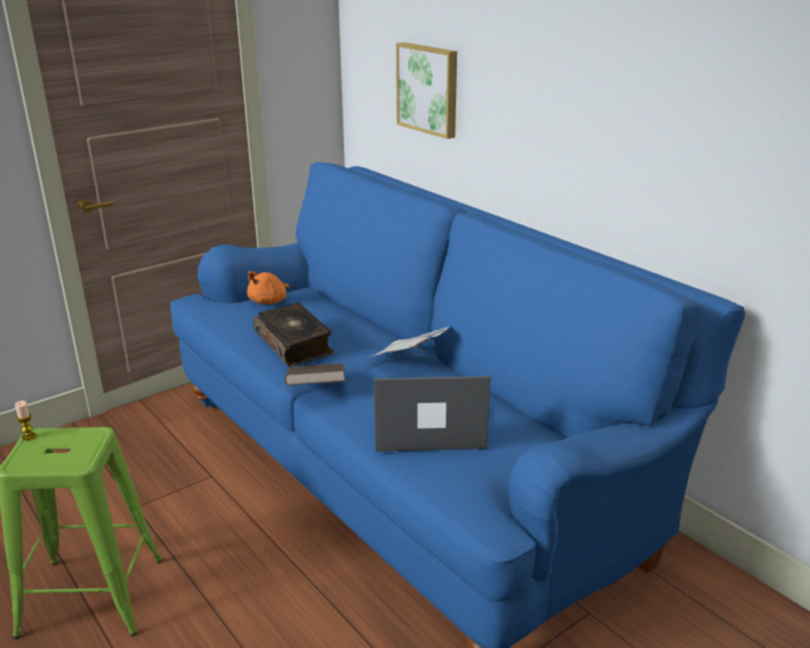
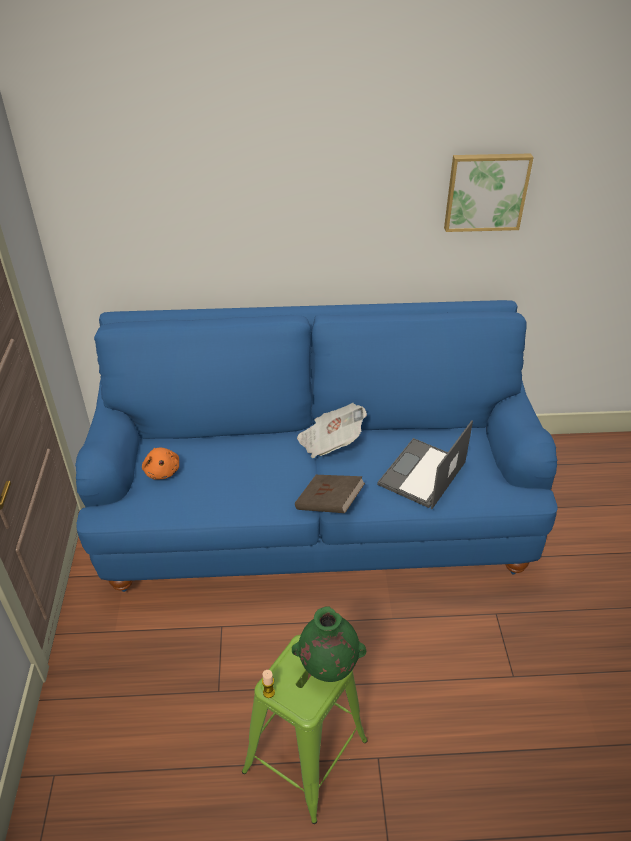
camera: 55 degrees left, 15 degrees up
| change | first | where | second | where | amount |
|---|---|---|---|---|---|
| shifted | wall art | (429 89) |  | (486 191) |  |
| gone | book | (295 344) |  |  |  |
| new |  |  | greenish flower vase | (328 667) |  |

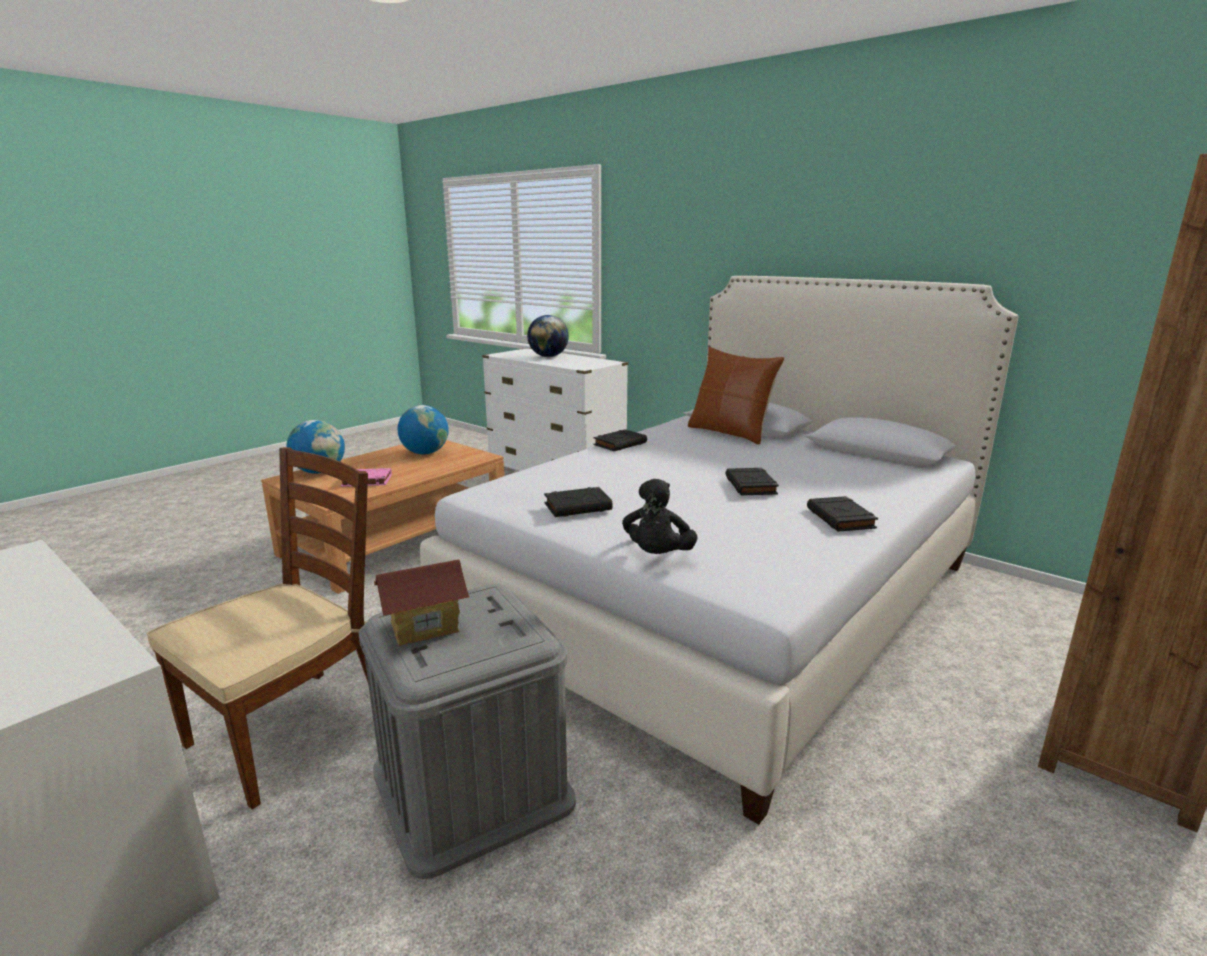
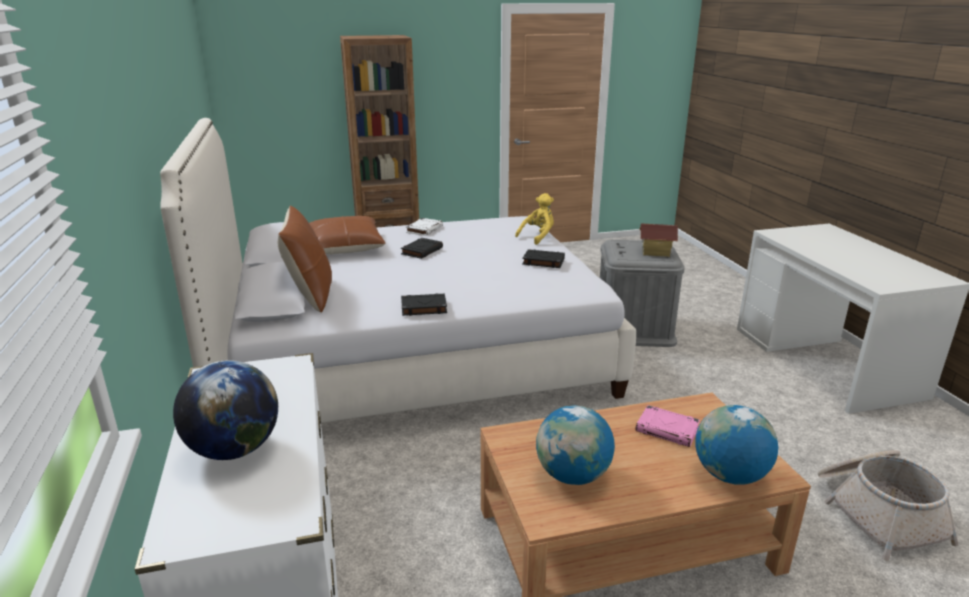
camera: 145 degrees left, 5 degrees up
| change | first | where | second | where | amount |
|---|---|---|---|---|---|
| gone | brownish chair | (292 731) |  |  |  |
| repainted | black plush toy | (657 556) | yellow plush toy | (538 236) |  |
| repainted | black book | (841 519) | white book | (424 229) |  |
| new |  |  | brownish cushion | (345 247) |  |
| new |  |  | storage basket | (877 512) |  |

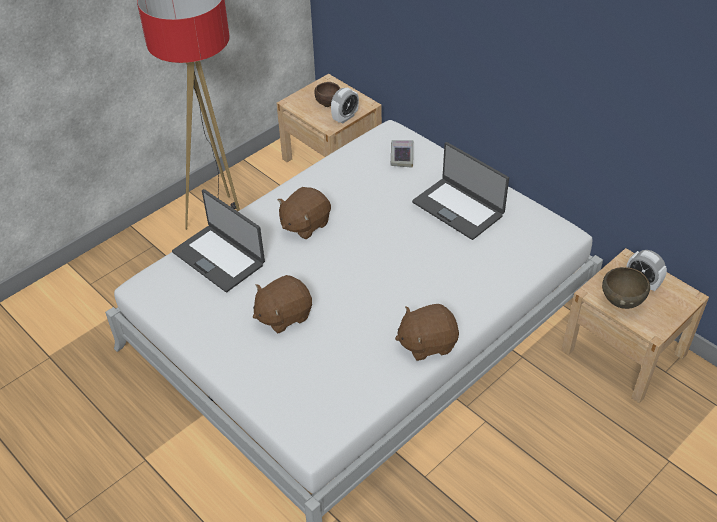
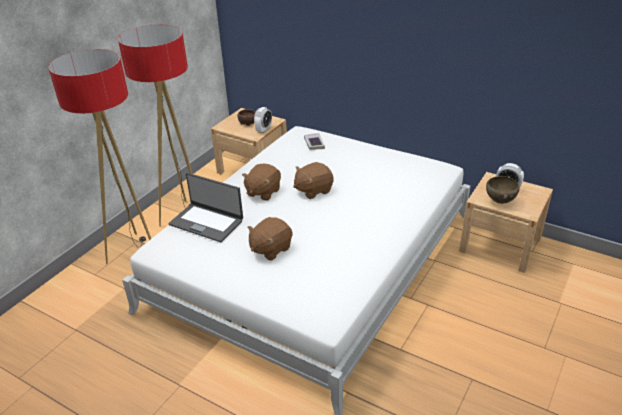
camera: 15 degrees left, 10 degrees down
| change | first | where | second | where | amount |
|---|---|---|---|---|---|
| gone | notebook computer | (458 208) |  |  |  |
| shifted | brownish plush toy | (427 343) |  | (313 190) |  |
| new |  |  | standing lamp | (133 251) |  |

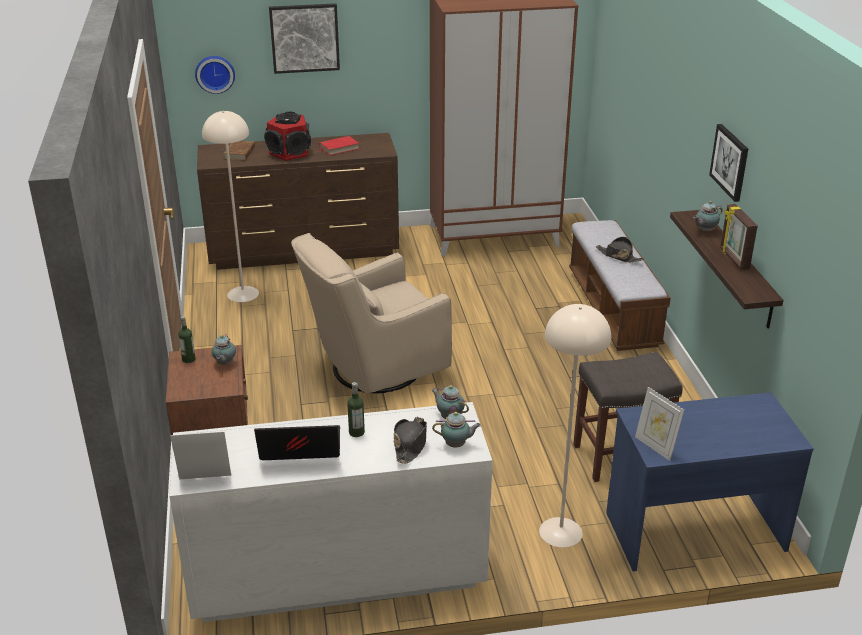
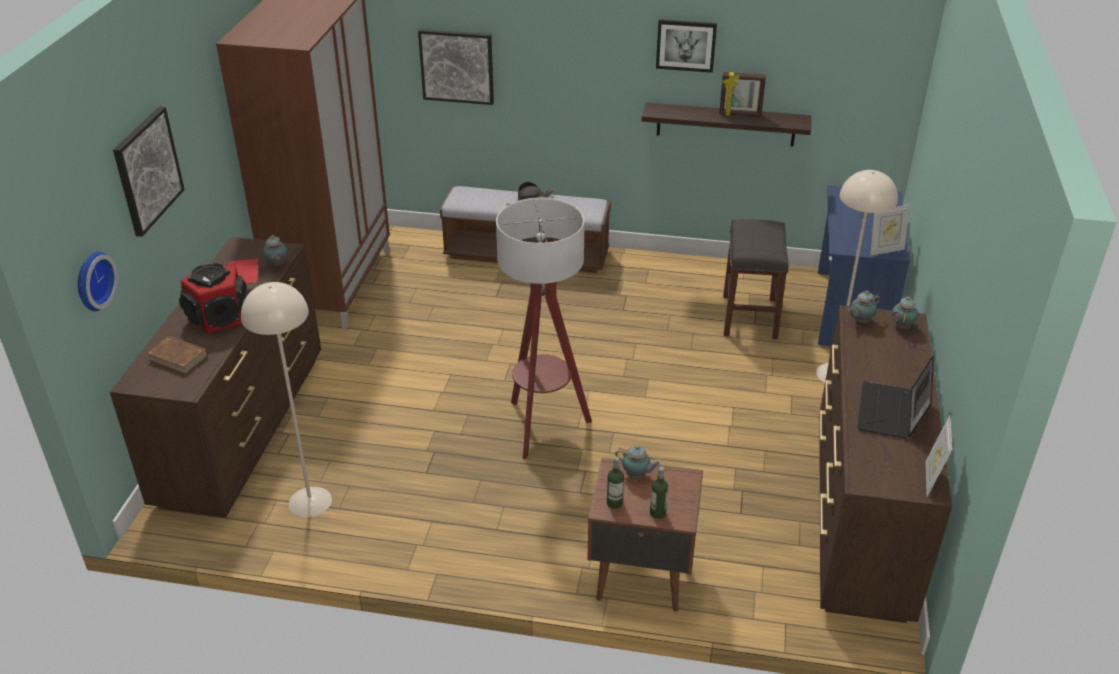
camera: 70 degrees left, 5 degrees up
| change | first | where | second | where | amount |
|---|---|---|---|---|---|
| shifted | tea pot | (704 231) |  | (277 265) |  |
| swapped | sand-coloured lounge chair | (373 369) | standing lamp | (542 426) |  |
| shifted | drink bottle | (356 432) |  | (657 513) |  |
| repainted | white drawer chest | (336 575) | brownish drawer chest | (860 517) |  |
| gone | black wearable hat | (410 444) |  |  |  |
| new |  |  | wall art | (457 66) |  |

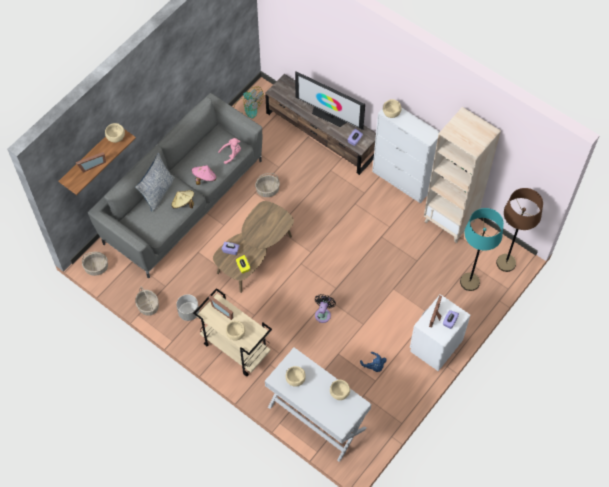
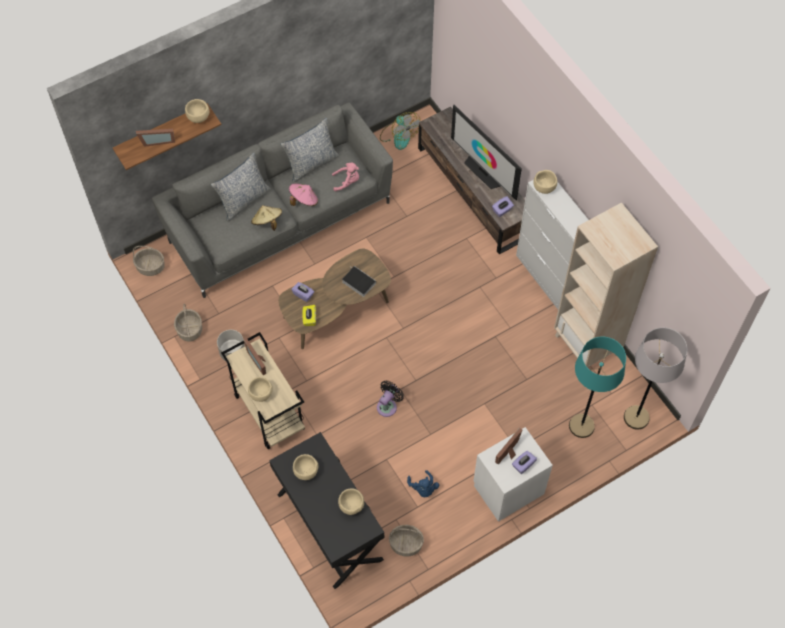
camera: 20 degrees right, 0 degrees up
| change | first | where | second | where | amount |
|---|---|---|---|---|---|
| shifted | storage basket | (267 190) |  | (405 544) |  |
| repainted | brownish standing lamp | (506 263) | gray standing lamp | (636 417) |  |
| repainted | white hall table | (316 418) | black hall table | (329 527) |  |
| new |  |  | cushion | (311 164) |  |
| new |  |  | book | (358 282) |  |

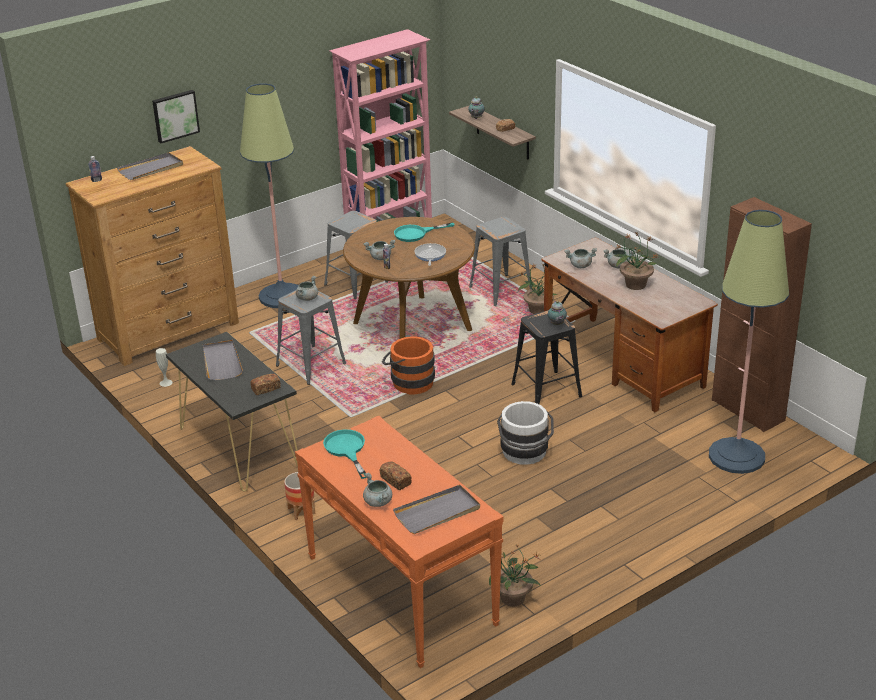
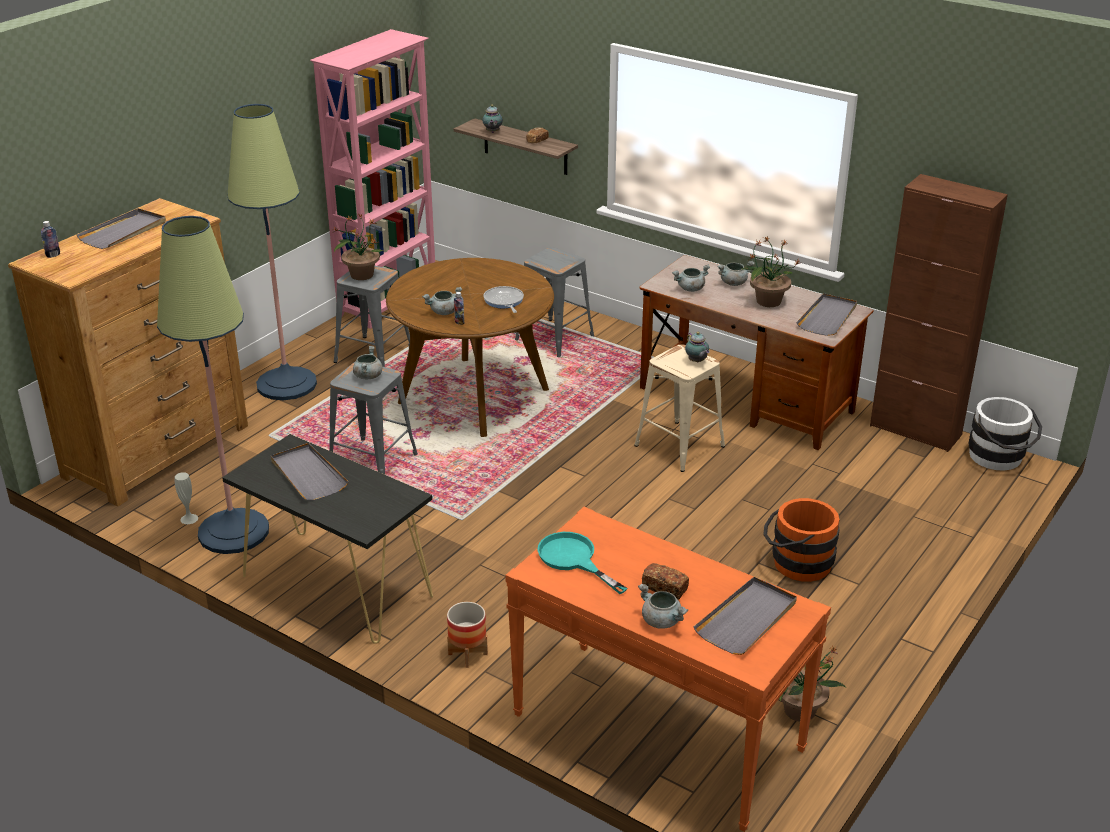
camera: 20 degrees left, 0 degrees up
| change | first | where | second | where | amount |
|---|---|---|---|---|---|
| gone | wall art | (175 115) |  |  |  |
| shifted | standing lamp | (736 456) |  | (233 532) |  |
| gone | blue-green frying pan | (416 233) |  |  |  |
| shifted | plant in a pot | (538 310) |  | (361 275) |  |
| repainted | black stool | (545 390) | sand-coloured stool | (679 446) |  |
| shifted | orange-coloured bucket | (409 382) |  | (796 563) |  |
| gone | bakery bread | (266 389) |  |  |  |
| shifted | white bucket | (525 454) |  | (999 459) |  |
| new |  |  | gray serving tray | (828 317) |  |

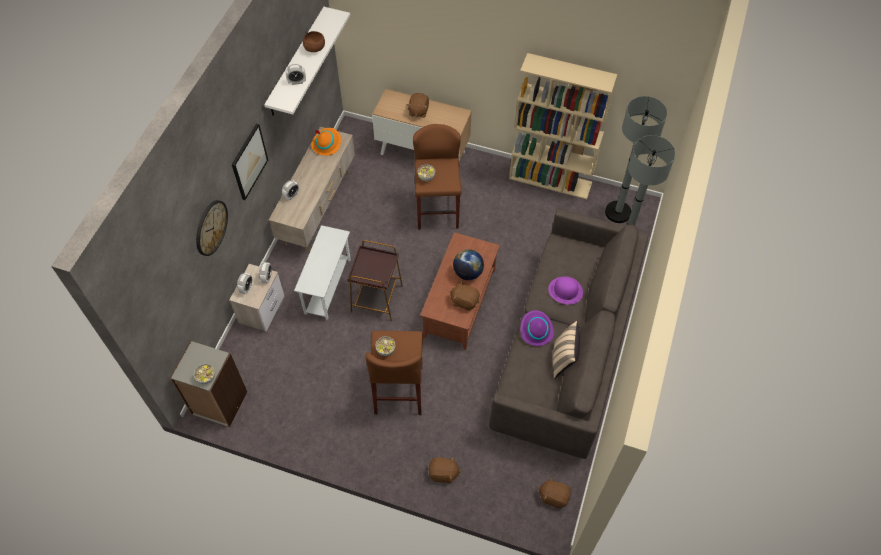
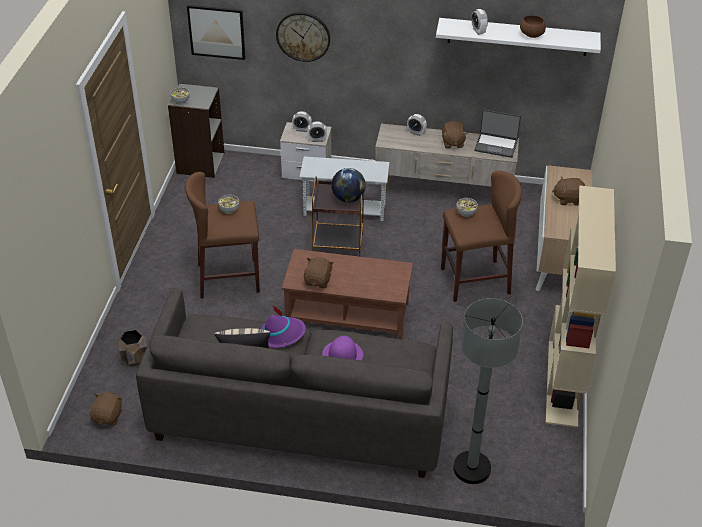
camera: 80 degrees right, 15 degrees down
| change | first | where | second | where | amount |
|---|---|---|---|---|---|
| gone | gray standing lamp | (617 212) |  |  |  |
| shifted | wall art | (249 161) |  | (216 31) |  |
| swapped | orange-coloured wearable hat | (326 143) | notebook computer | (496 145) |  |
| shifted | world globe | (468 273) |  | (348 198) |  |
| shifted | brownish plush toy | (443 473) |  | (452 143) |  |
| new |  |  | brownish plant pot | (135 358) |  |

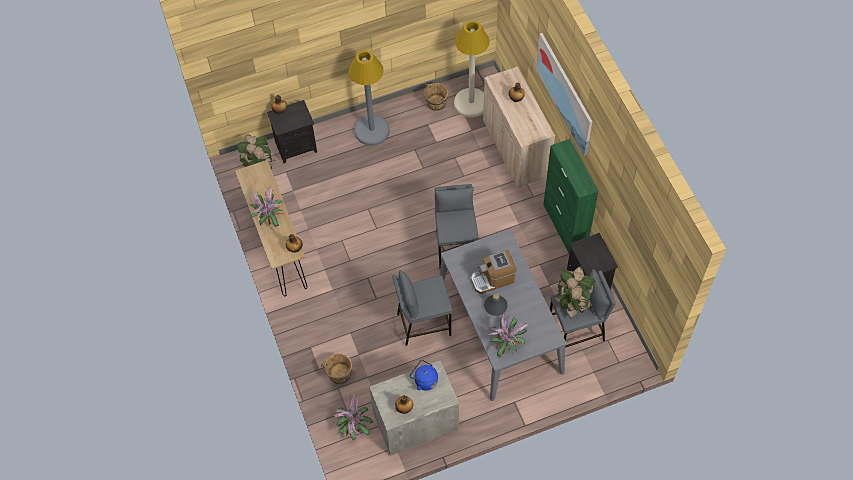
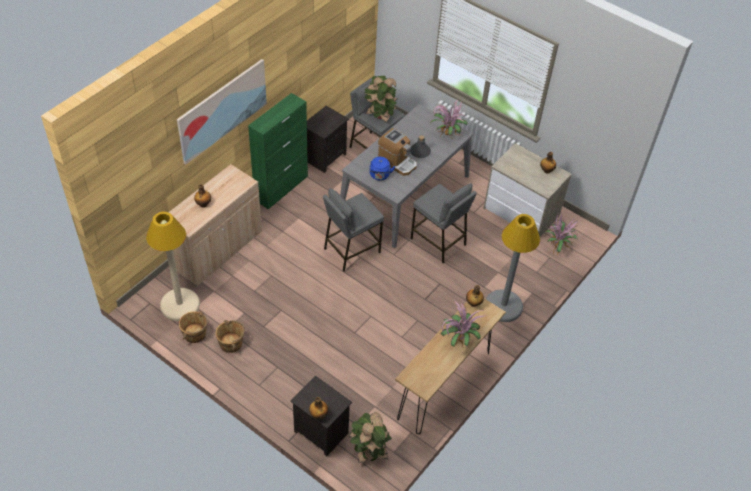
camera: 125 degrees left, 10 degrees down
| change | first | where | second | where | amount |
|---|---|---|---|---|---|
| shifted | gray standing lamp | (372 130) |  | (503 306) |  |
| shifted | brownish bucket | (339 374) |  | (231 343) |  |
| shifted | blue-coloured water kettle | (424 380) |  | (379 176) |  |

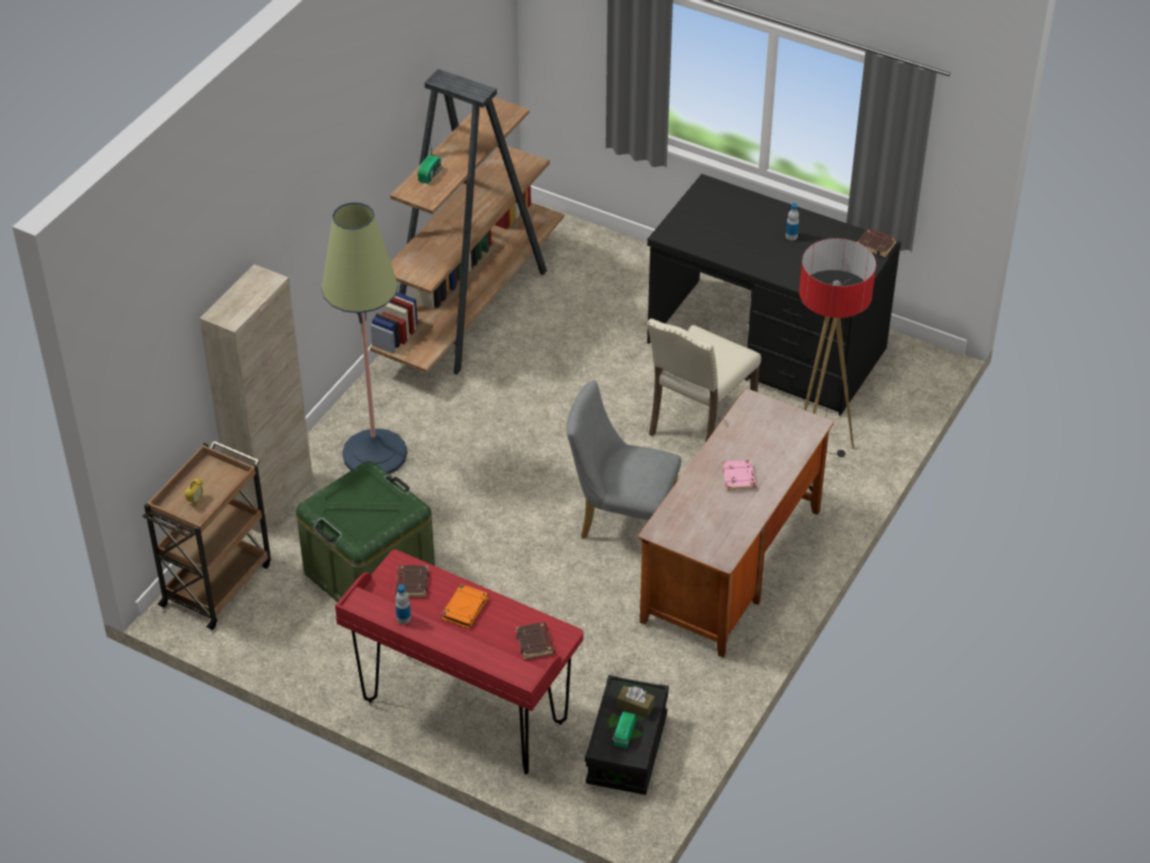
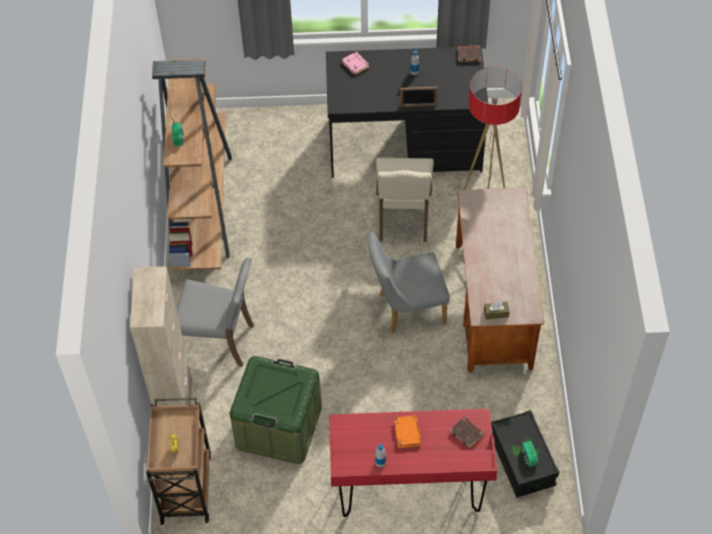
camera: 30 degrees left, 10 degrees up
| change | first | where | second | where | amount |
|---|---|---|---|---|---|
| swapped | standing lamp | (374 454) | gray chair | (218 341) |  |
| shifted | pink-coloured book | (739 478) |  | (356 65) |  |
| gone | brownish book | (411 583) |  |  |  |
| shifted | brownish box of tissues | (635 706) |  | (496 313) |  |
| new |  |  | standing frame | (418 106) |  |

